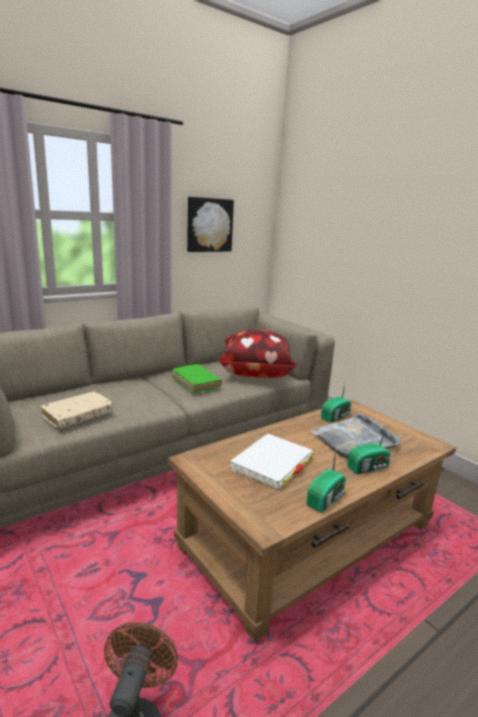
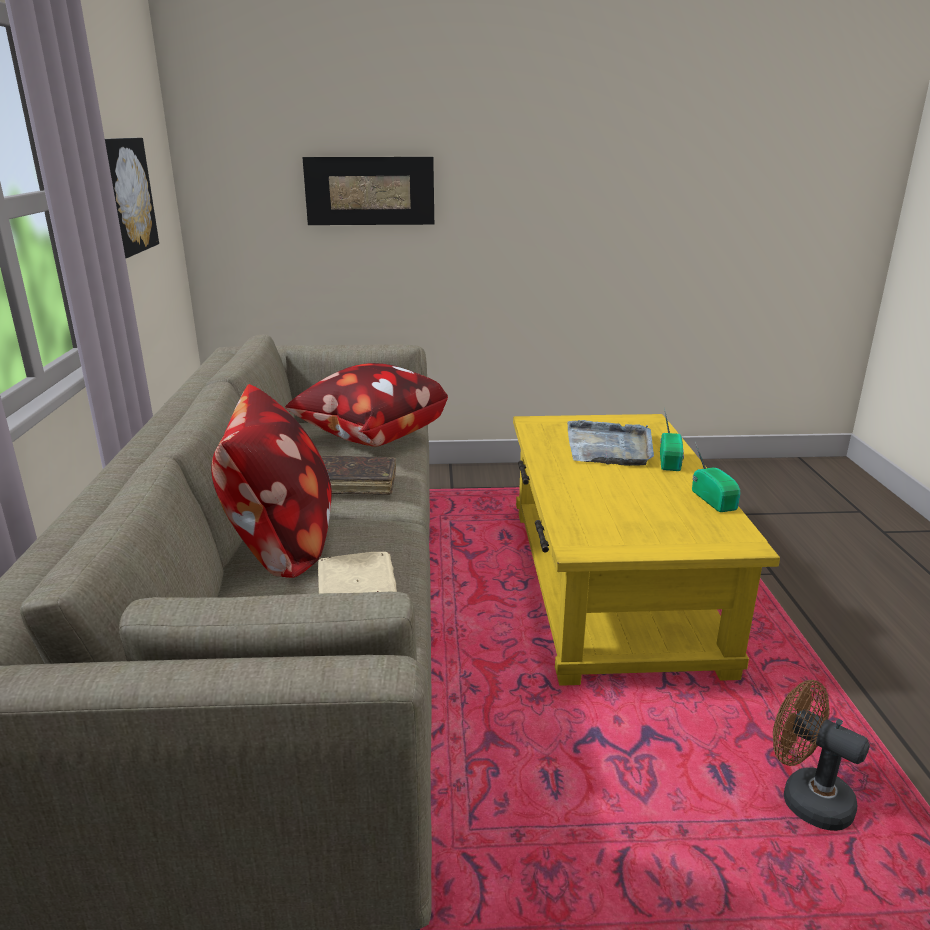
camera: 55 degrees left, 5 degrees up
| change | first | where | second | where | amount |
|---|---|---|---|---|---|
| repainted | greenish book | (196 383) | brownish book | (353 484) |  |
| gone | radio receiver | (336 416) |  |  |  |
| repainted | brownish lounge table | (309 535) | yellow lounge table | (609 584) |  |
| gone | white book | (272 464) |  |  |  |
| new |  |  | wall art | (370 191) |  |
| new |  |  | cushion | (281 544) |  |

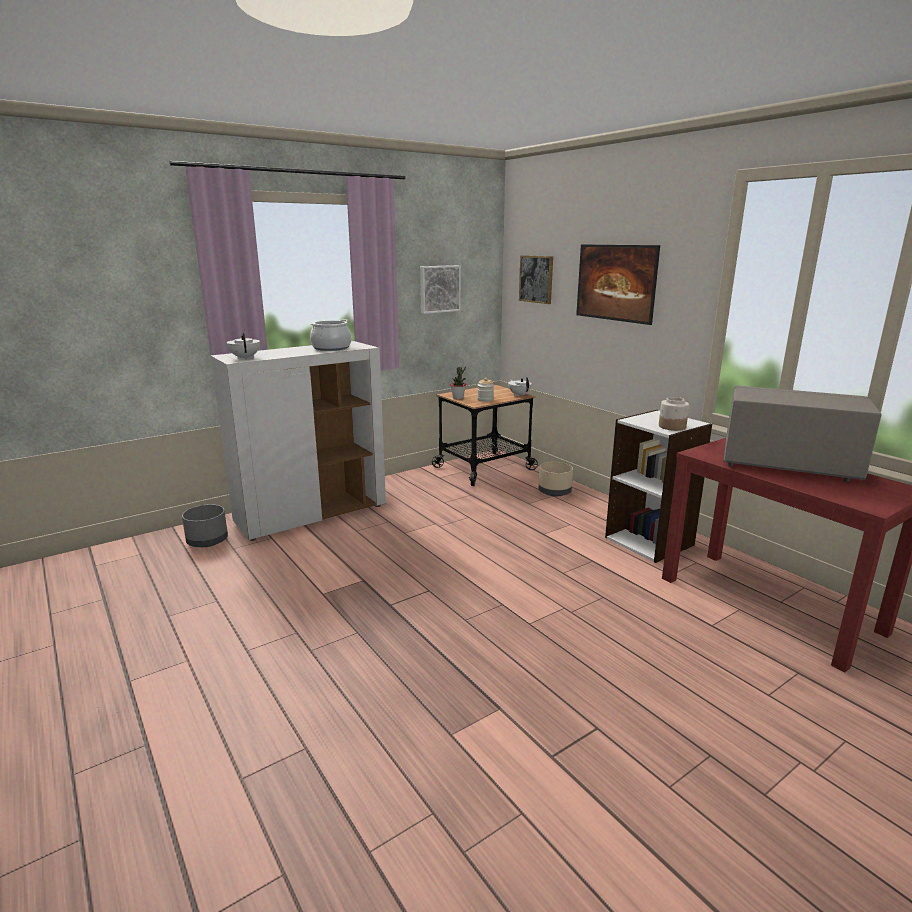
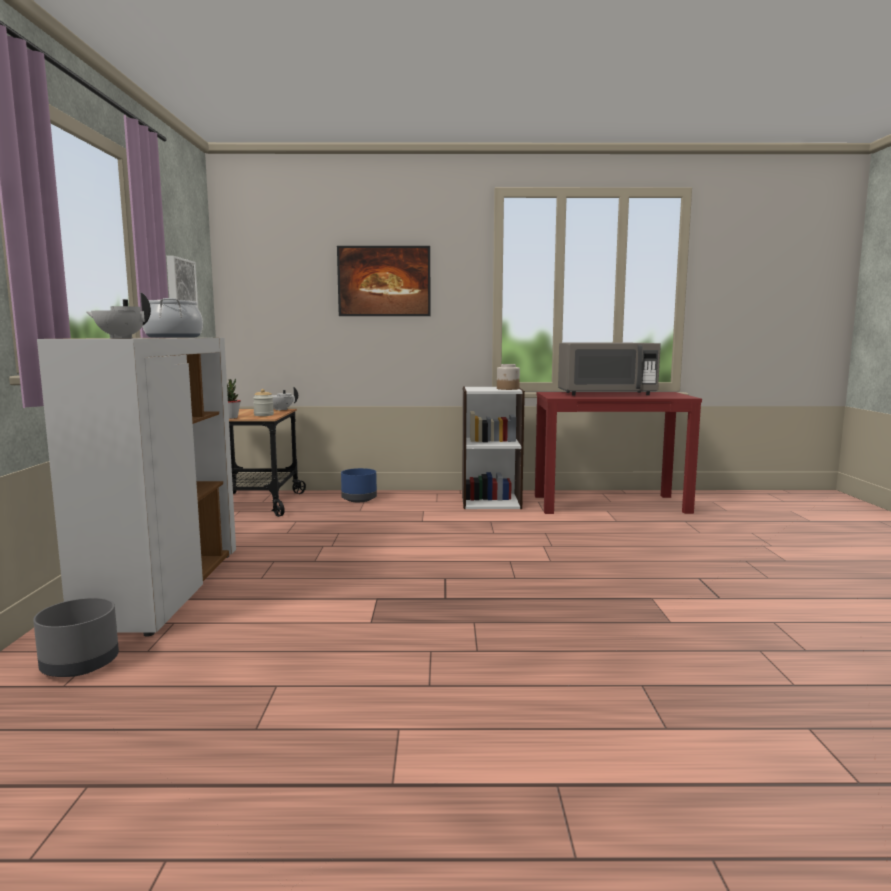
camera: 55 degrees left, 10 degrees down
| change | first | where | second | where | amount |
|---|---|---|---|---|---|
| gone | wall art | (536 279) |  |  |  |
| rotated | gray microwave oven | (788 465) |  | (606 394) | 150 degrees counterclockwise |
| repainted | sand-coloured plant pot | (555 492) | blue-coloured plant pot | (359 499) |  |

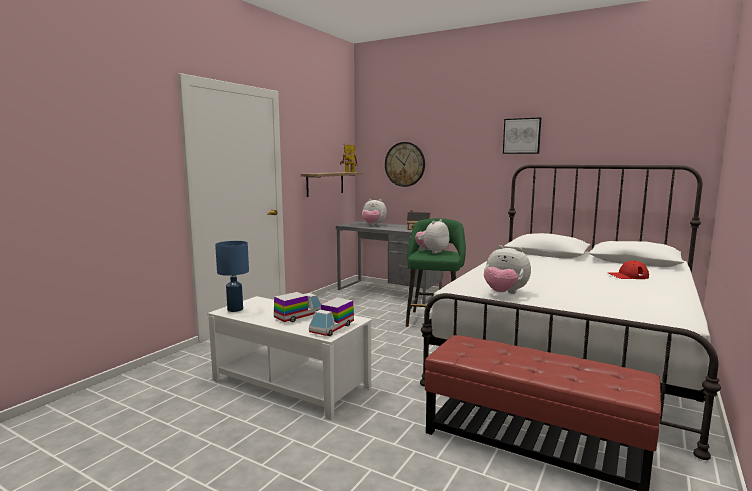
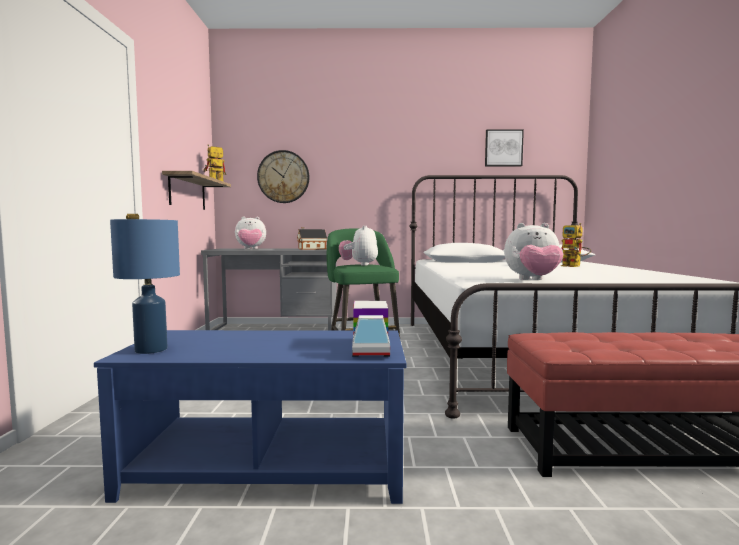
camera: 30 degrees left, 5 degrees down
| change | first | where | second | where | amount |
|---|---|---|---|---|---|
| shifted | wall art | (522 136) |  | (503 148) |  |
| swapped | red cap | (628 276) | model robot | (575 266) |  |
| gone | toy truck | (299 316) |  |  |  |
| repainted | white lounge table | (290 384) | blue-coloured lounge table | (270 465) |  |

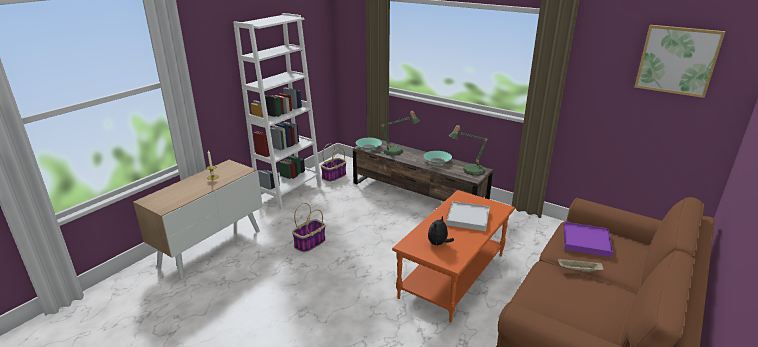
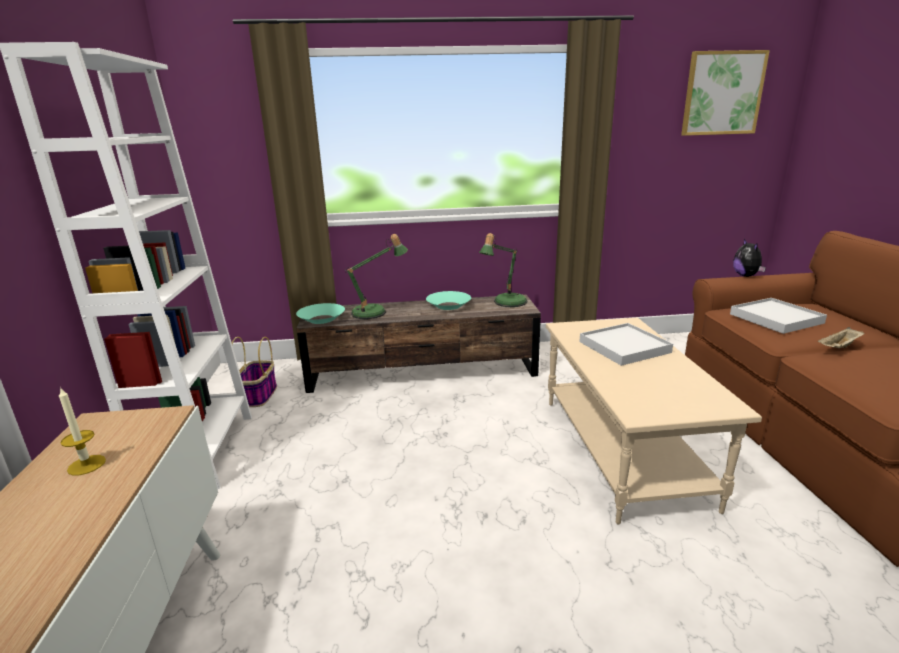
camera: 40 degrees left, 5 degrees down
| change | first | where | second | where | amount |
|---|---|---|---|---|---|
| repainted | orange-coloured lounge table | (453 276) | sand-coloured lounge table | (624 450) |  |
| gone | storage basket | (310 244) |  |  |  |
| shifted | plush toy | (438 244) |  | (746 276) |  |
| repainted | purplish serving tray | (586 241) | white serving tray | (775 318) |  |

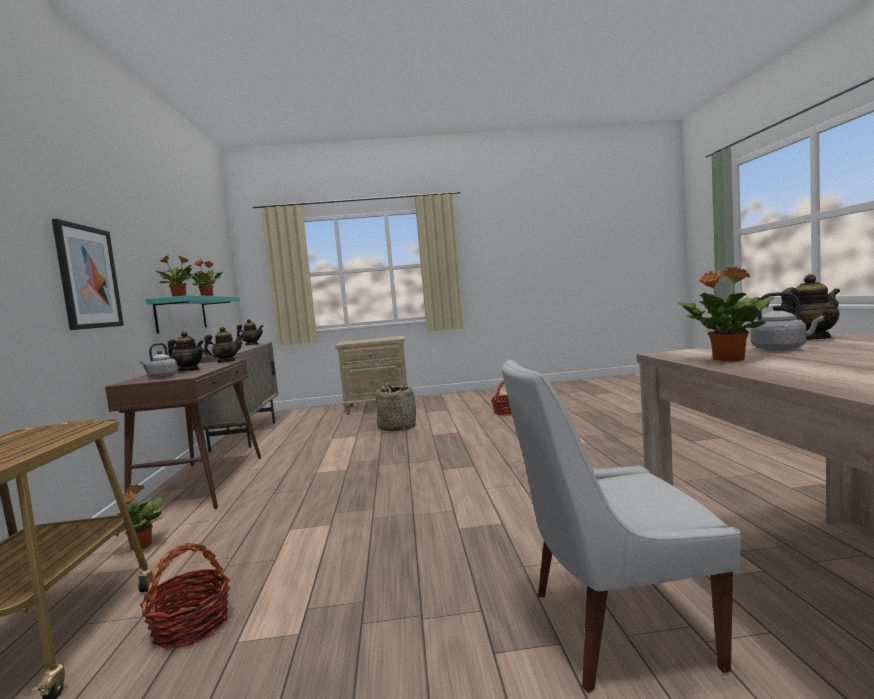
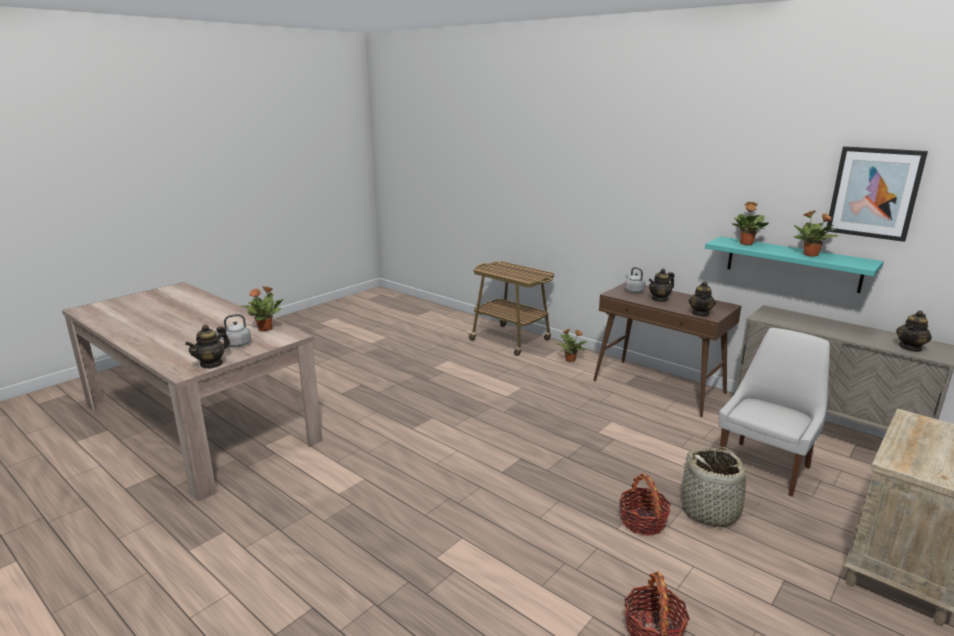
camera: 135 degrees right, 15 degrees up
| change | first | where | second | where | amount |
|---|---|---|---|---|---|
| shifted | wall art | (88 277) |  | (874 193) |  |
| shifted | white chair | (612 629) |  | (765 466) |  |
| shifted | storage basket | (191 626) |  | (642 522) |  |

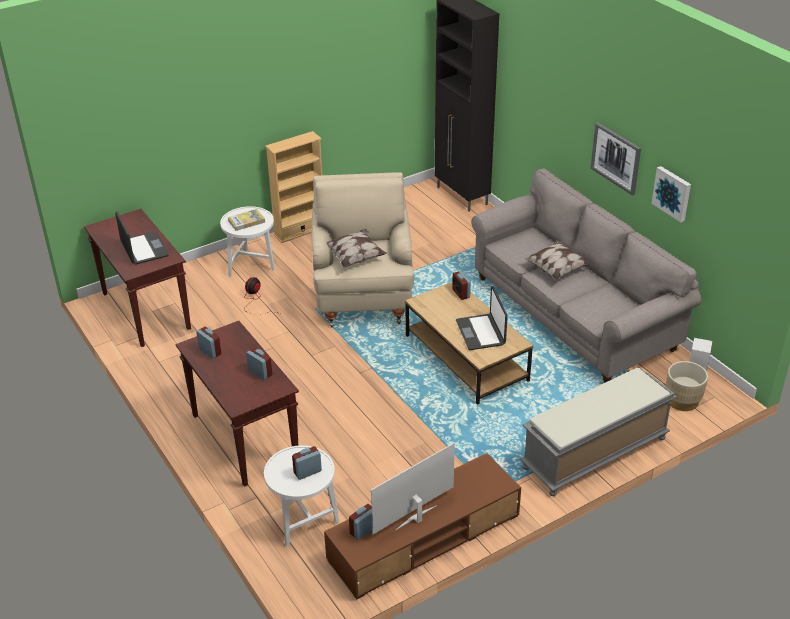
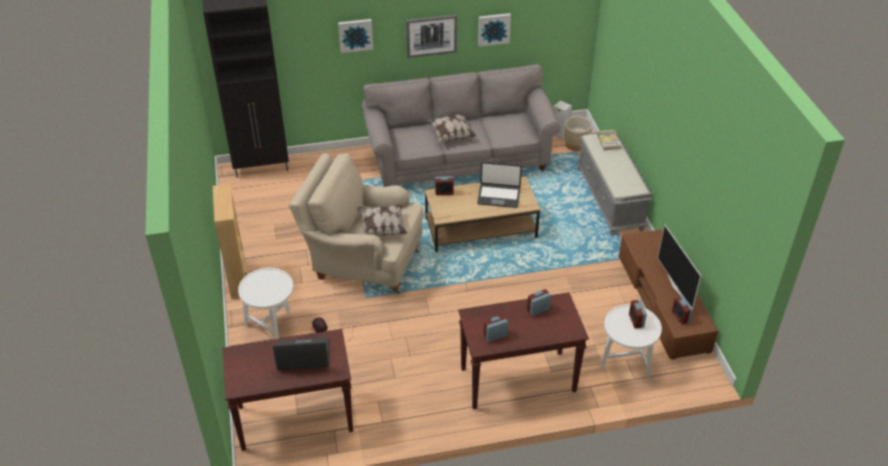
camera: 70 degrees left, 5 degrees up
| change | first | where | second | where | amount |
|---|---|---|---|---|---|
| shifted | book | (246 221) |  | (608 141) |  |
| new |  |  | wall art | (355 35) |  |

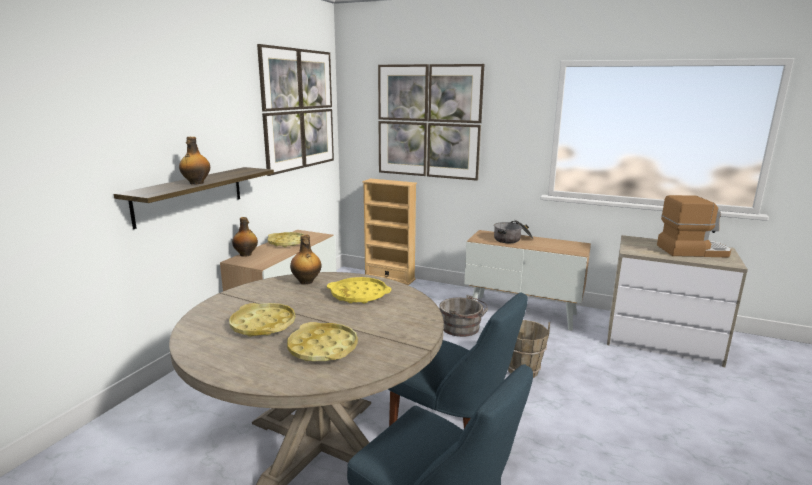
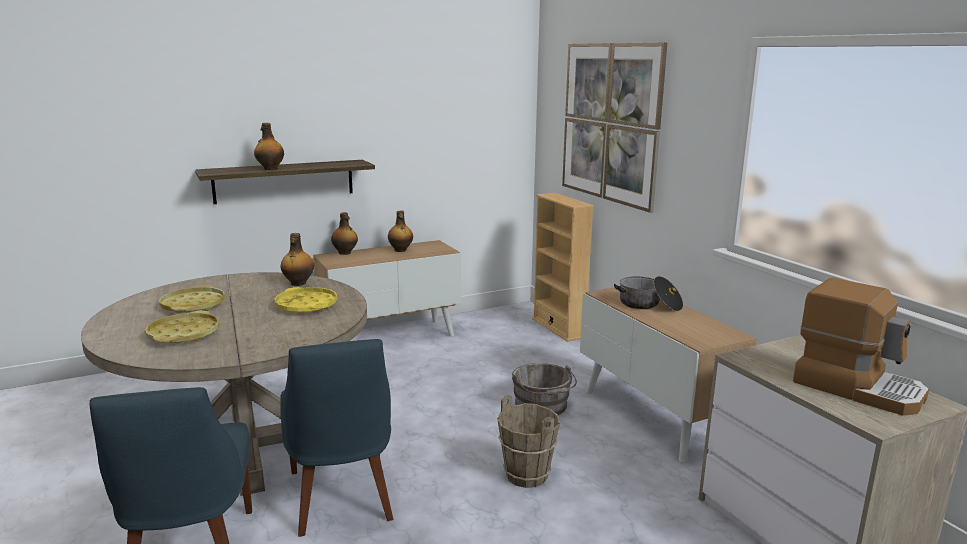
camera: 40 degrees right, 0 degrees up
| change | first | where | second | where | amount |
|---|---|---|---|---|---|
| gone | wall art | (299 110) |  |  |  |
| swapped | yellow serving tray | (287 243) | drink bottle | (400 250) |  |

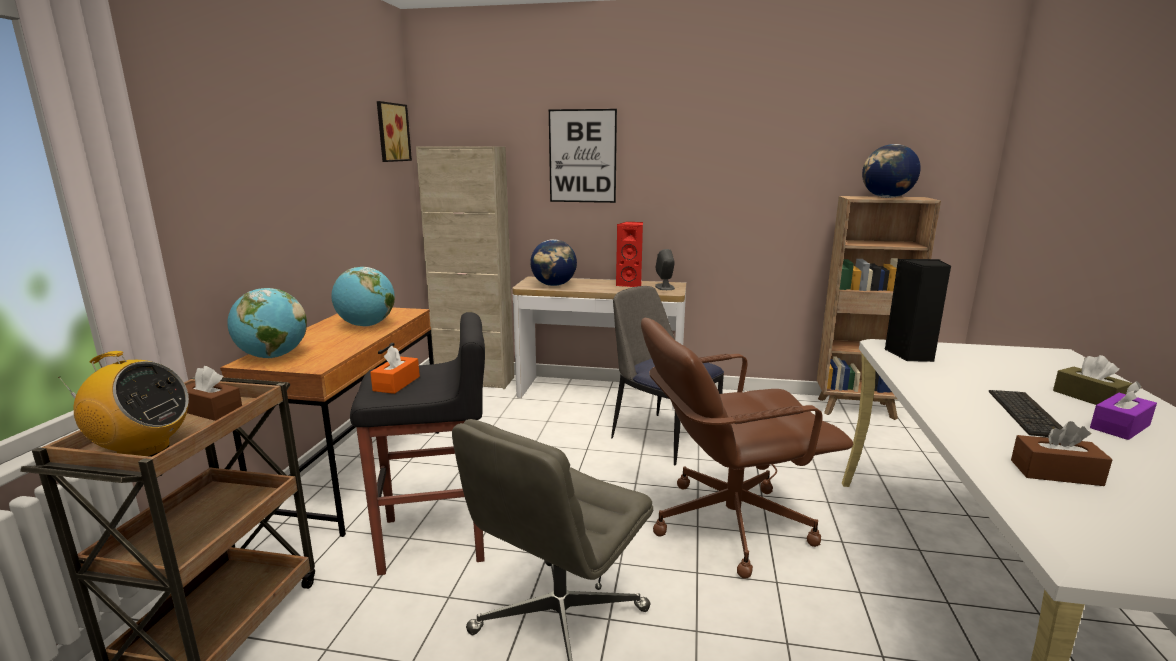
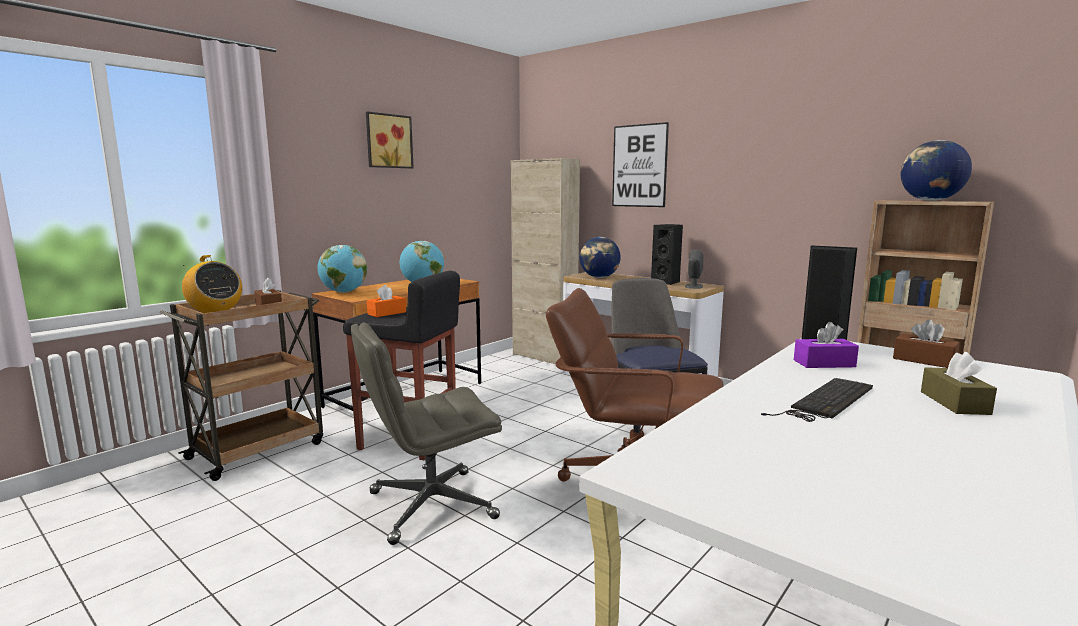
camera: 30 degrees right, 5 degrees down
| change | first | where | second | where | amount |
|---|---|---|---|---|---|
| shifted | wall art | (391 132) |  | (388 141) |  |
| repainted | red speaker | (631 284) | black speaker | (667 282) |  |
| shifted | purplish box of tissues | (1119 427) |  | (824 363) |  |
| shifted | brownish box of tissues | (1055 473) |  | (924 360) |  |

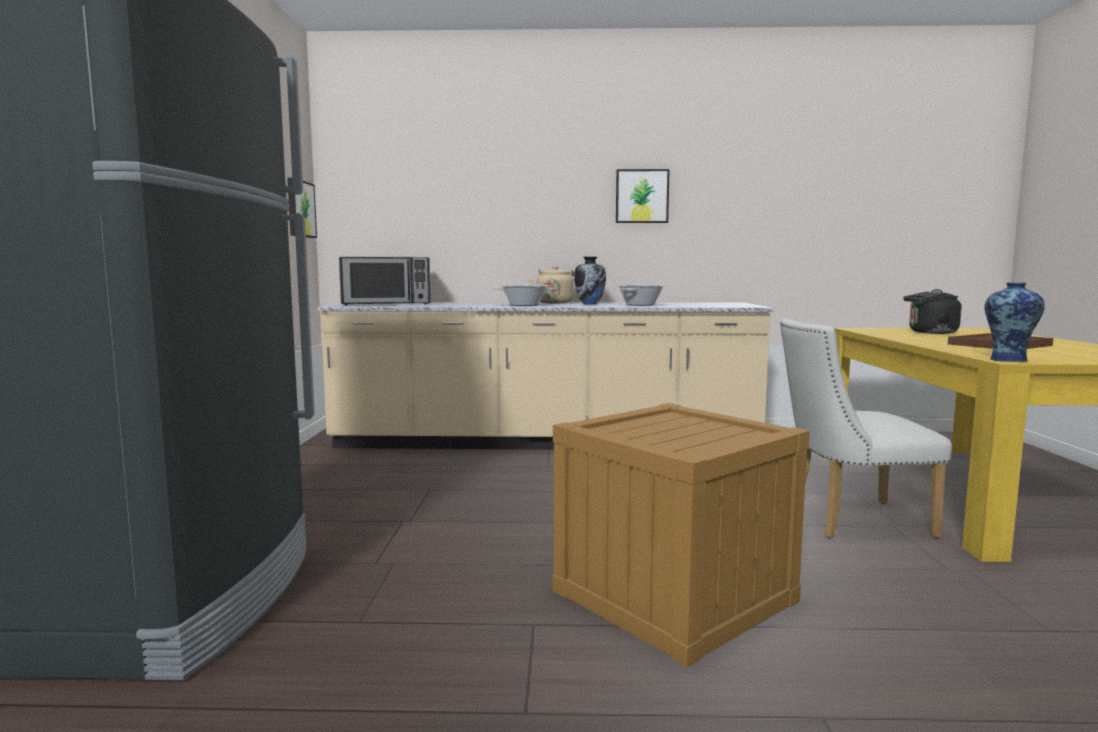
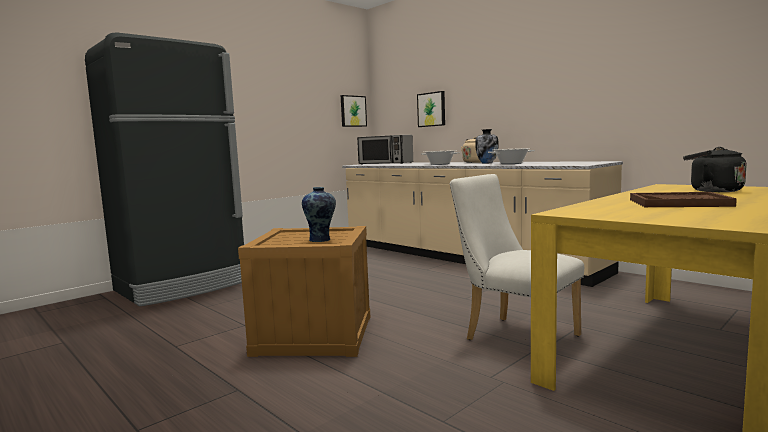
camera: 45 degrees right, 0 degrees up
| change | first | where | second | where | amount |
|---|---|---|---|---|---|
| shifted | wall art | (642 196) |  | (432 109) |  |
| shifted | flower vase | (1009 360) |  | (321 240) |  |

